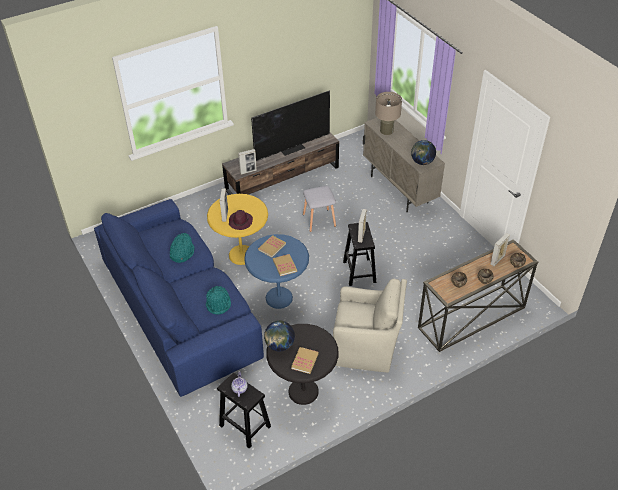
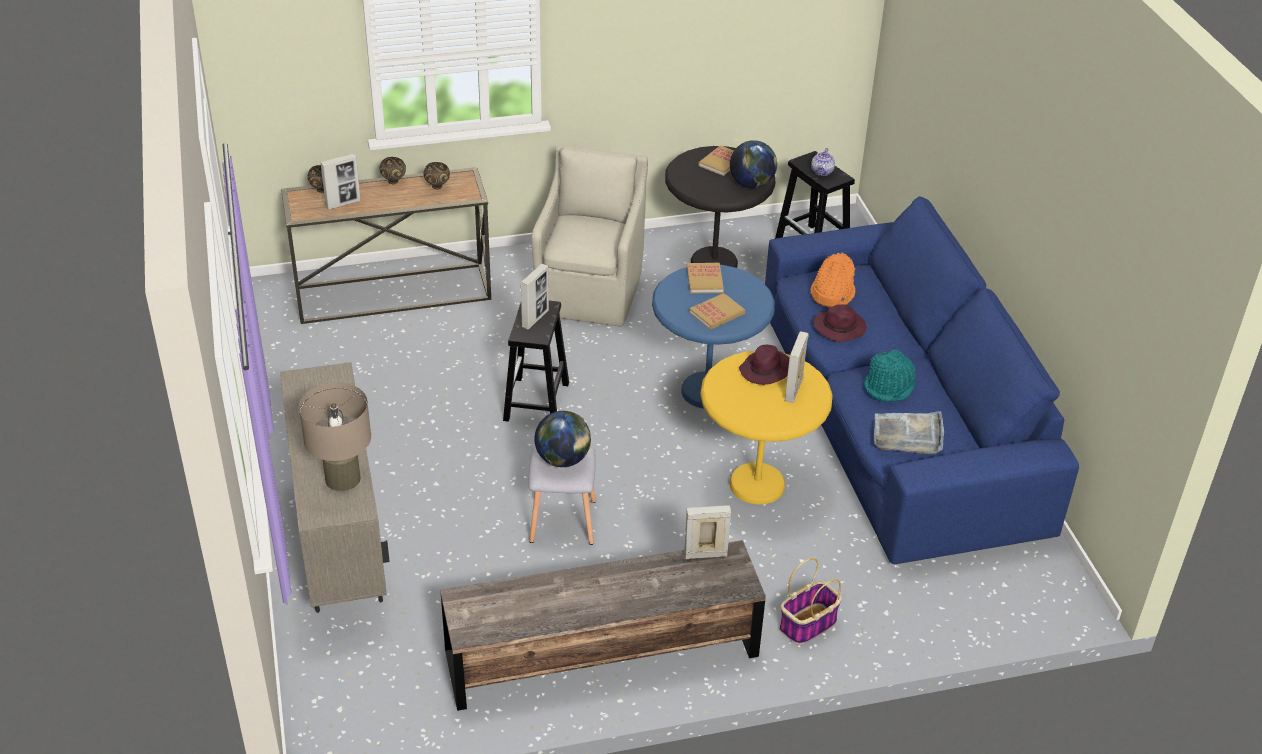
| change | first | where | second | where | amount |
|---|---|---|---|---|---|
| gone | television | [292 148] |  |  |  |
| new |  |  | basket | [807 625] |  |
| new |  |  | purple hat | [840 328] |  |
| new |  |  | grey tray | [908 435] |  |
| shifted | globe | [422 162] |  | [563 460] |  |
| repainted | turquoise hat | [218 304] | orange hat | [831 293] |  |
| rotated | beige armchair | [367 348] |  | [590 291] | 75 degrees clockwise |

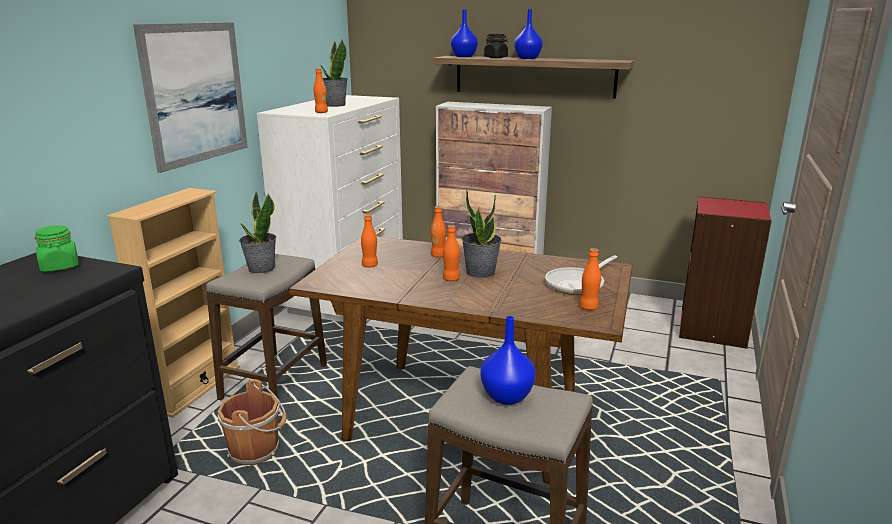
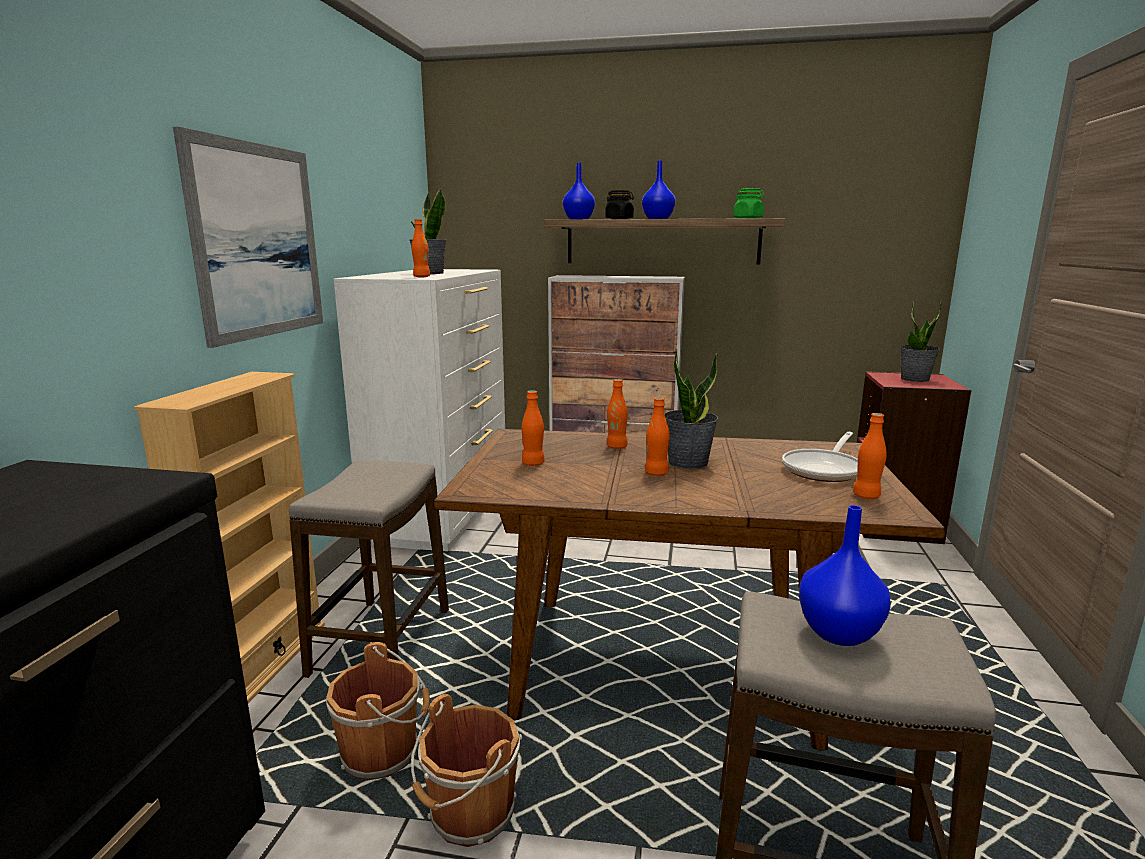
| change | first | where | second | where | amount |
|---|---|---|---|---|---|
| new |  |  | brown bucket | [469 815] |  |
| shifted | green jar | [60 267] |  | [748 218] |  |
| shifted | potted plant | [261 268] |  | [915 379] |  |

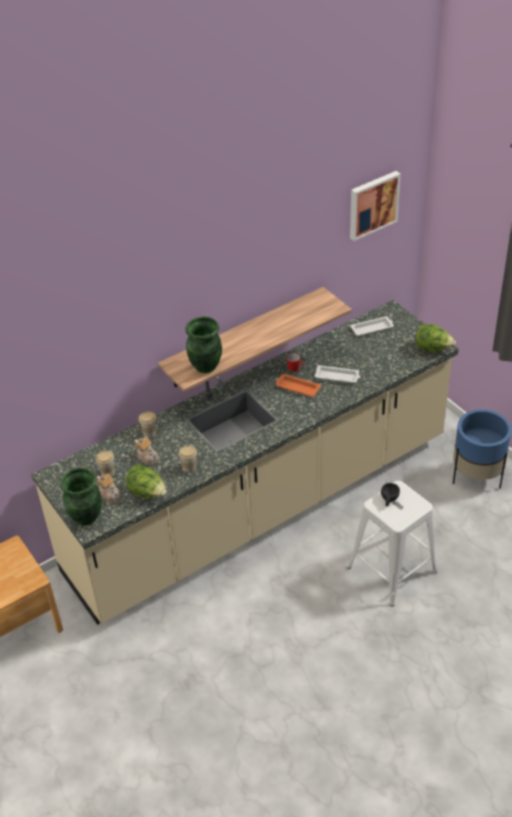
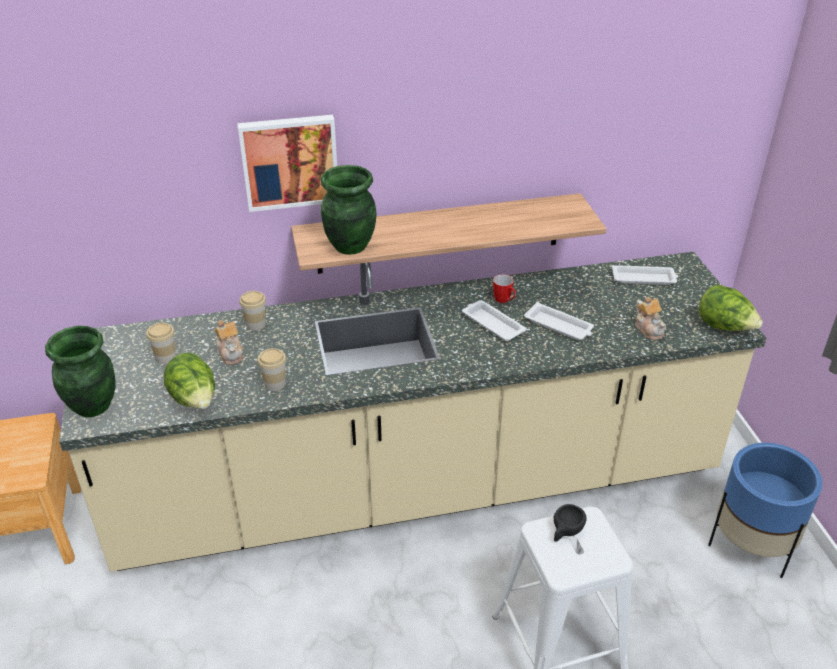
| change | first | where | second | where | amount |
|---|---|---|---|---|---|
| shifted | teapot | [110 494] |  | [649 329] |  |
| shifted | picture | [372 204] |  | [289 161] |  |
| repainted | orange tray | [297 387] | white tray | [492 324] |  |

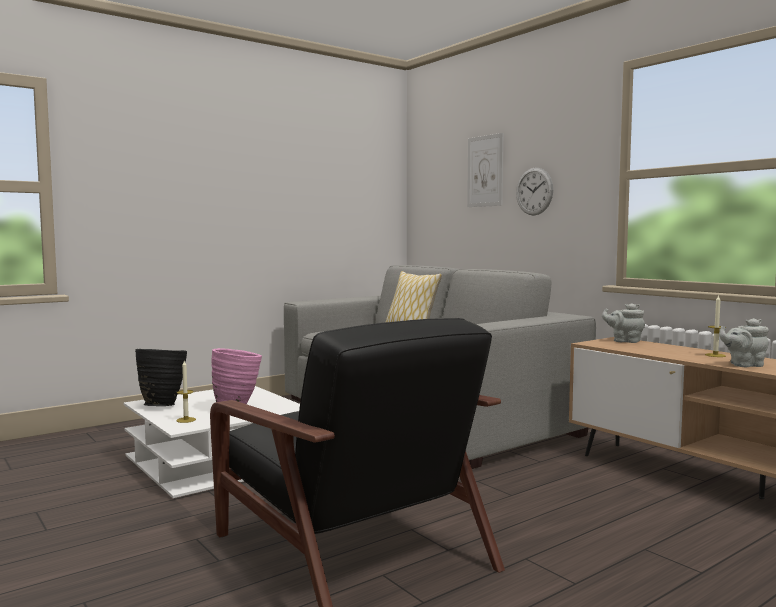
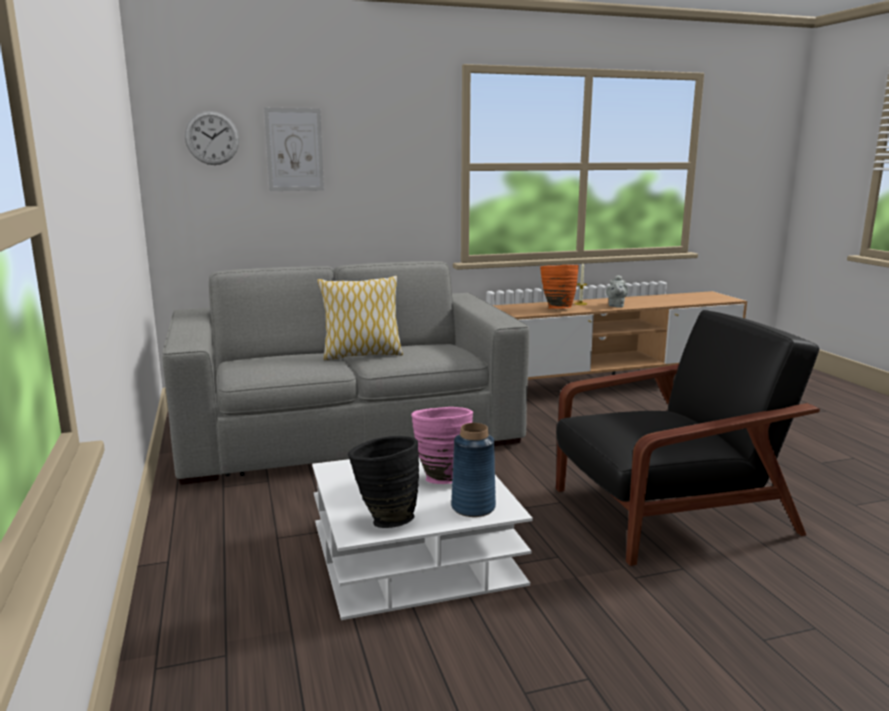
| change | first | where | second | where | amount |
|---|---|---|---|---|---|
| gone | grey teapot | [624 341] |  |  |  |
| new |  |  | orange vase | [557 308] |  |
| shifted | wall clock | [534 191] |  | [212 138] |  |
| swapped | candle | [186 420] | blue vase | [473 507] |  |

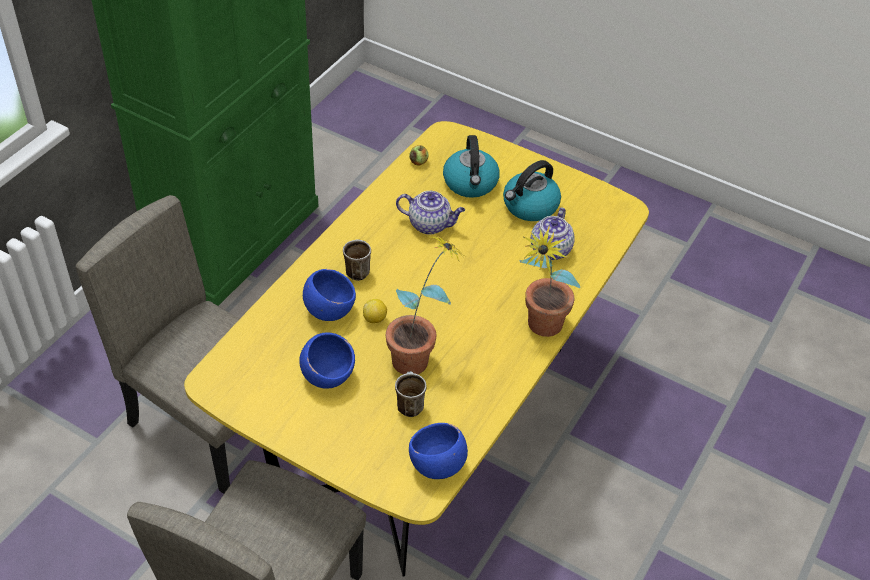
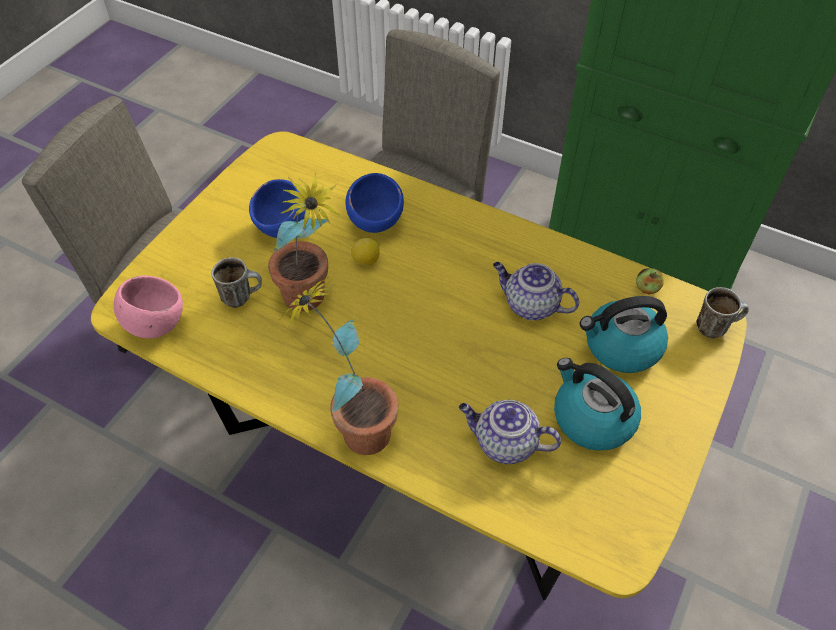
| change | first | where | second | where | amount |
|---|---|---|---|---|---|
| shifted | mug | [356 270] |  | [715 326] |  |
| repainted | blue bowl | [437 466] | pink bowl | [155 324] |  |
| rotated | teapot | [430 224] |  | [530 305] | 105 degrees clockwise |

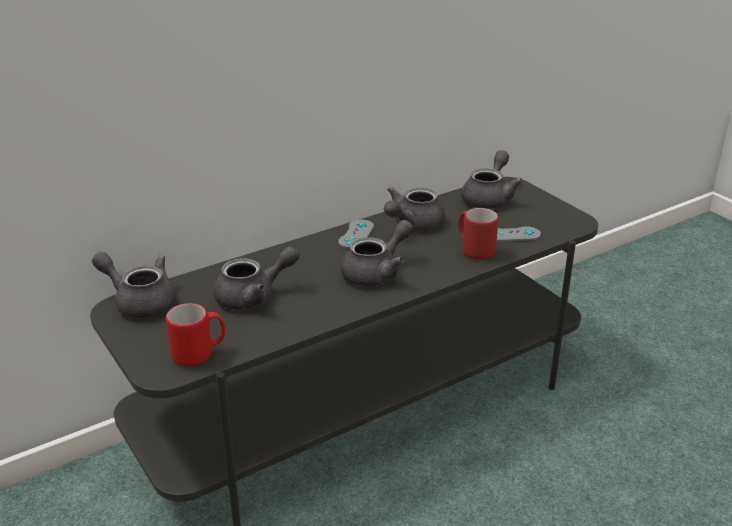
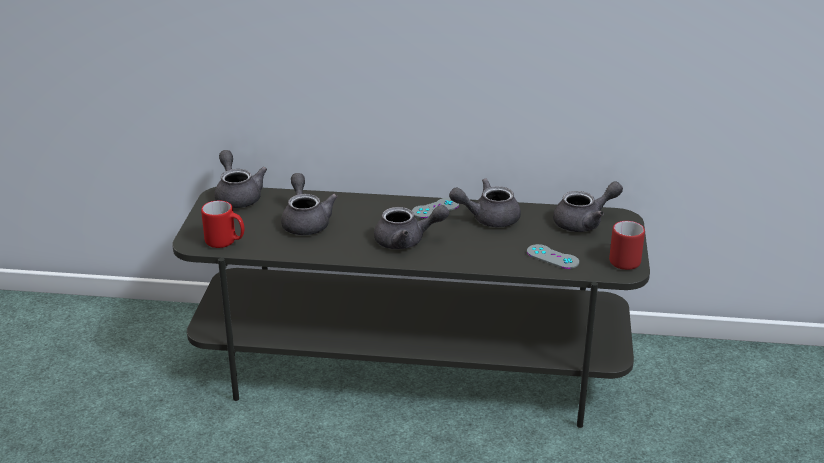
| change | first | where | second | where | amount |
|---|---|---|---|---|---|
| shifted | red mug | [474 250] |  | [624 259] |  |
| rotated | grey teapot | [254 296] |  | [305 222] | 120 degrees counterclockwise |

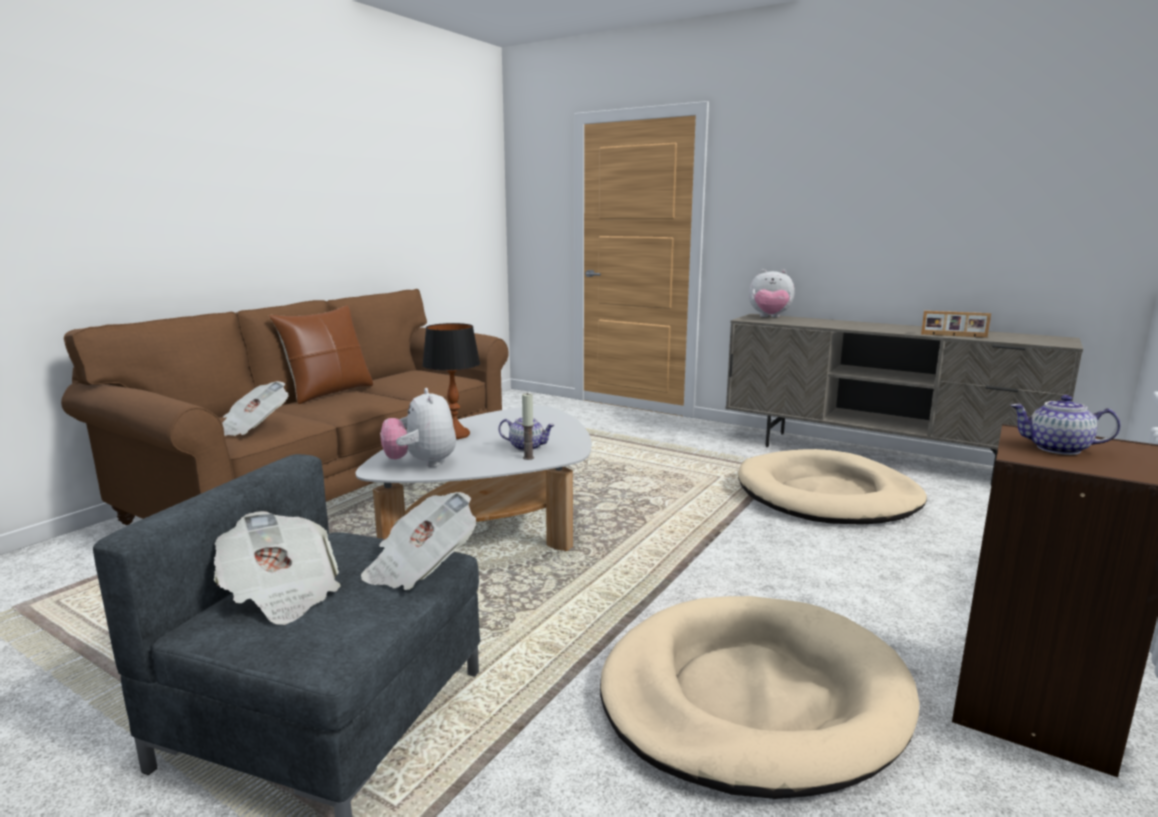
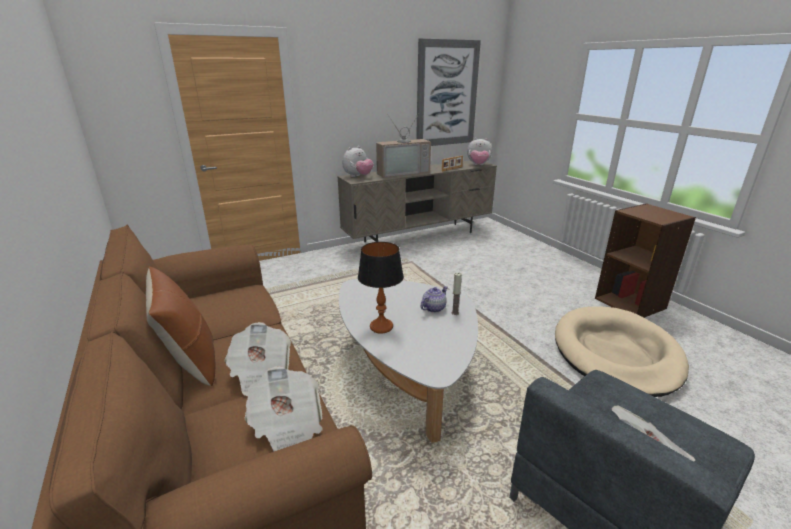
| change | first | where | second | where | amount |
|---|---|---|---|---|---|
| gone | beige dog bed | [827 495] |  |  |  |
| gone | teapot | [1057 449] |  |  |  |
| new |  |  | television | [402 172] |  |
| new |  |  | picture | [447 94] |  |
| shifted | newspaper | [420 568] |  | [260 372] |  |
| shifted | plush toy | [421 464] |  | [478 165] |  |

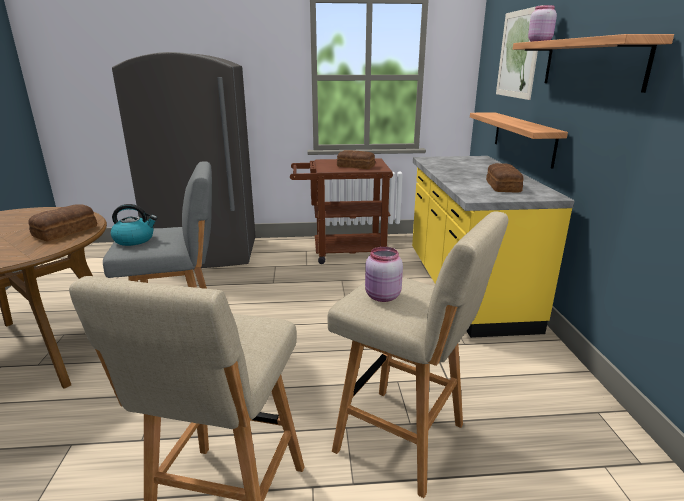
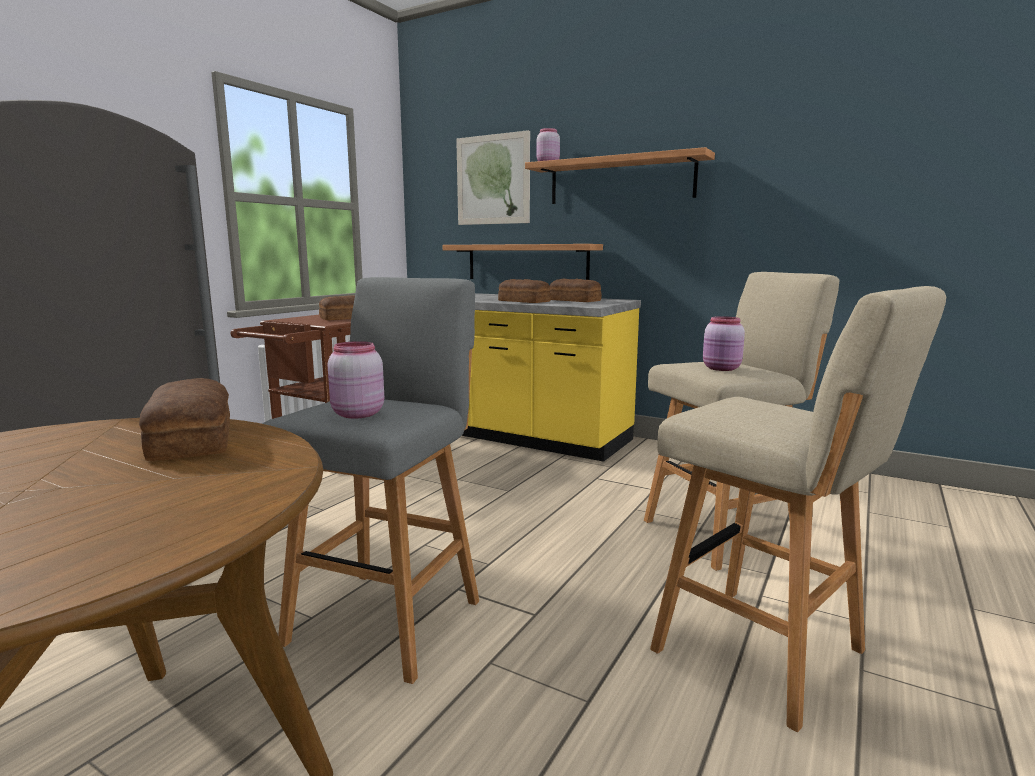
| change | first | where | second | where | amount |
|---|---|---|---|---|---|
| new |  |  | bread | [524 301] |  |
| swapped | kettle | [135 240] | pink jar | [356 414] |  |

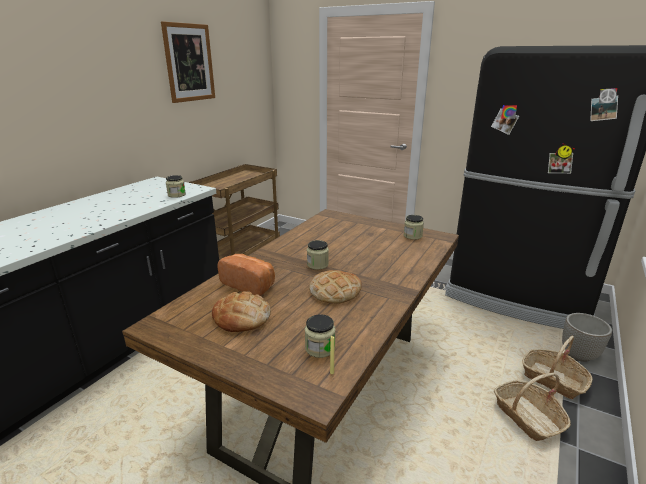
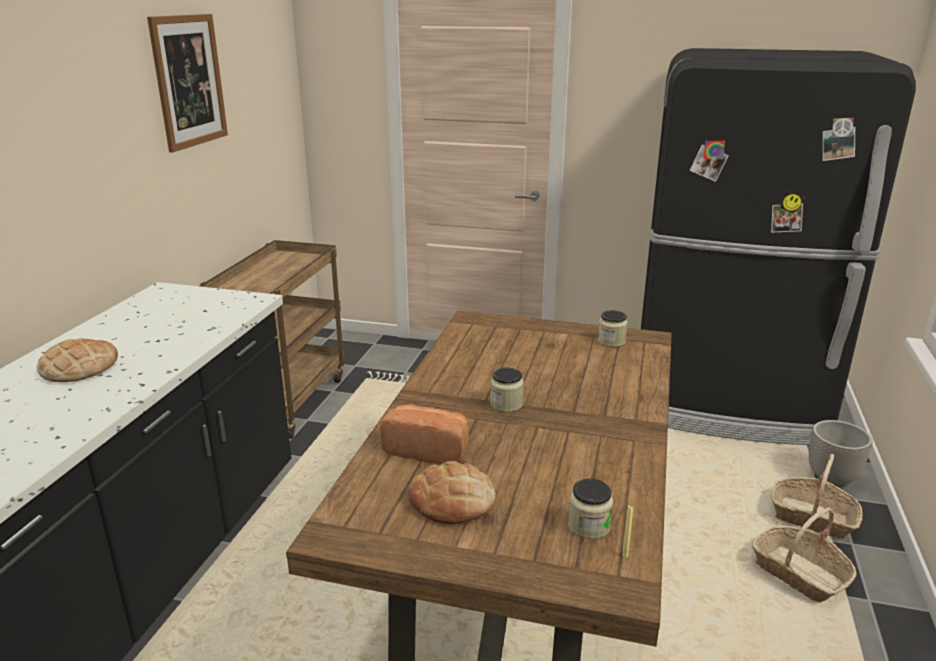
| change | first | where | second | where | amount |
|---|---|---|---|---|---|
| gone | jar | [176 195] |  |  |  |
| shifted | bread | [335 291] |  | [79 368] |  |

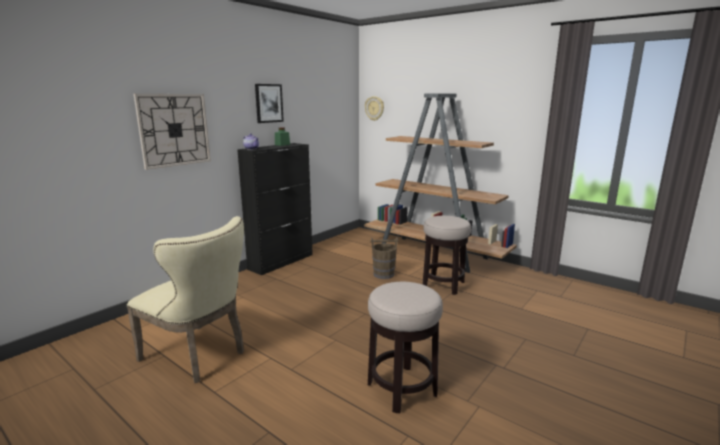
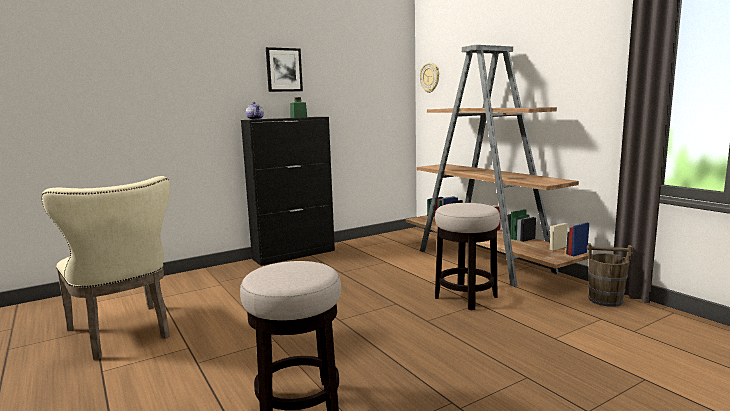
| change | first | where | second | where | amount |
|---|---|---|---|---|---|
| gone | wall clock | [174 130] |  |  |  |
| shifted | brown bucket | [383 274] |  | [605 300] |  |

